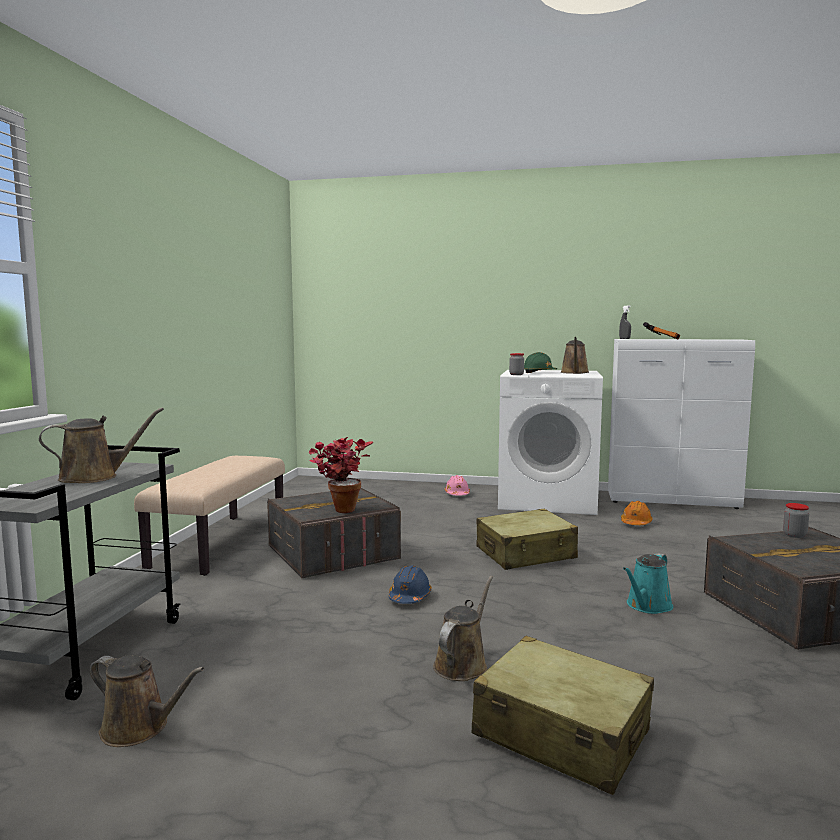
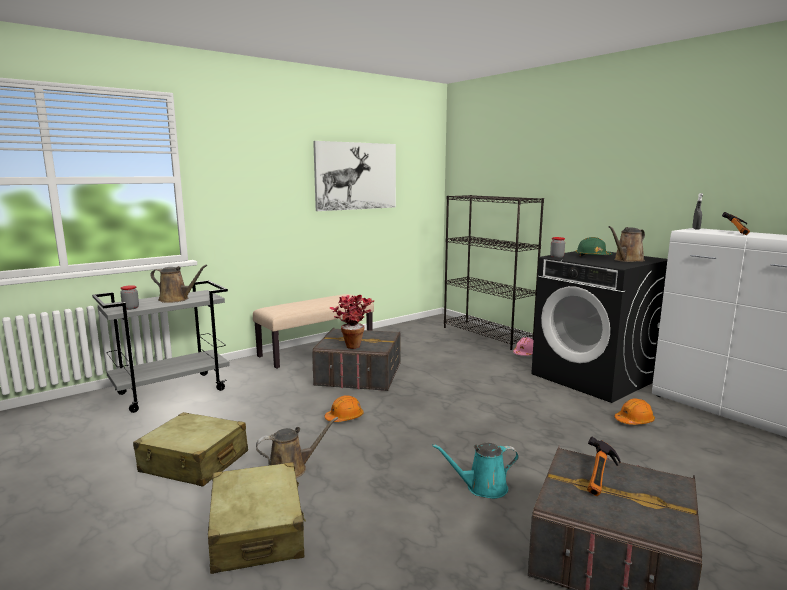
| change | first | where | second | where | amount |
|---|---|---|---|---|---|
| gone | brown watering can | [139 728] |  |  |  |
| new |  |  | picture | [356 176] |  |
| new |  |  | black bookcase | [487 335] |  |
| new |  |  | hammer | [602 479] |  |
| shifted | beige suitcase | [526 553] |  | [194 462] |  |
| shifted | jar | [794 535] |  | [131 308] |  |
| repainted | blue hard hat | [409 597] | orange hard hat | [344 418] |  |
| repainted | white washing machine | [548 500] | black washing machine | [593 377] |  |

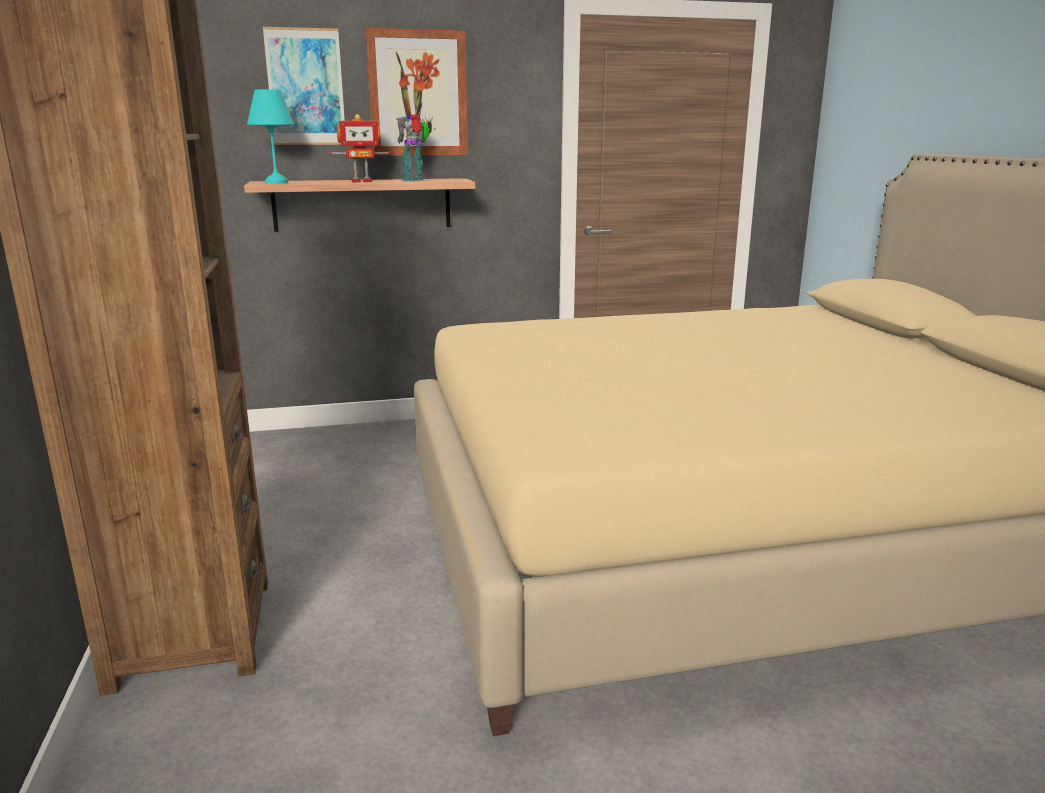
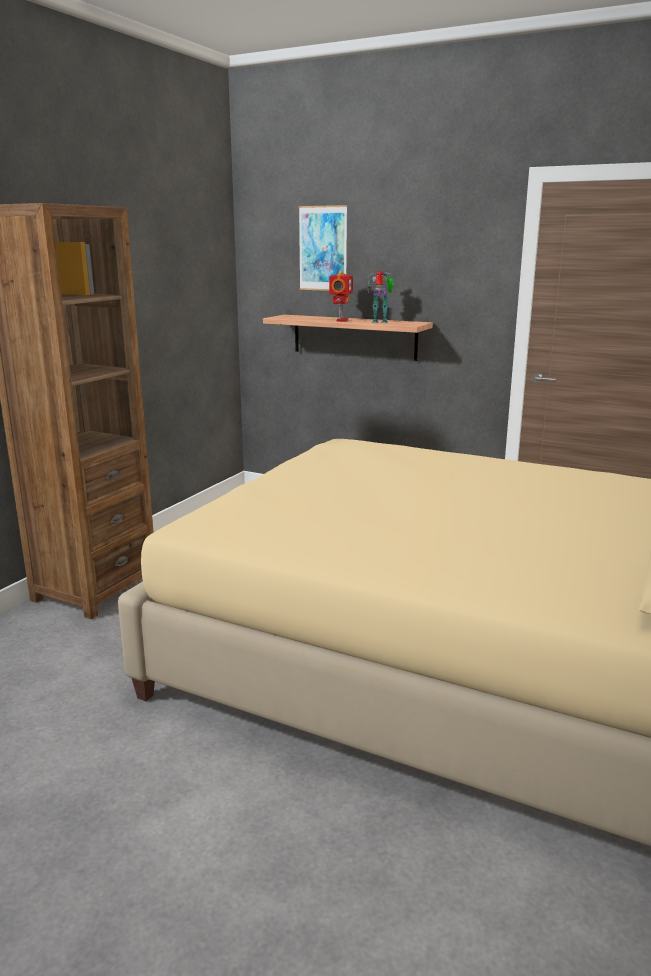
| change | first | where | second | where | amount |
|---|---|---|---|---|---|
| gone | turquoise table lamp | [276 182] |  |  |  |
| gone | picture | [418 94] |  |  |  |
| rotated | toy robot | [361 181] |  | [341 320] | 105 degrees counterclockwise |

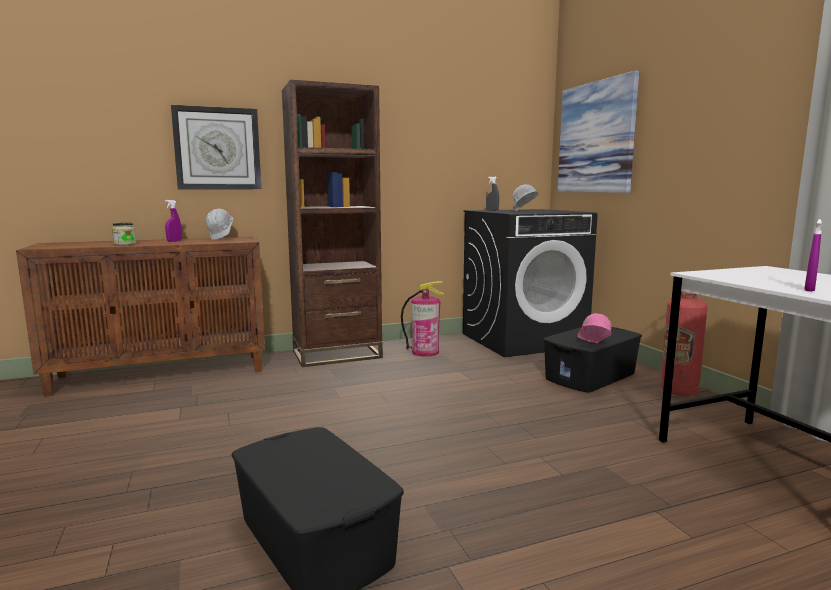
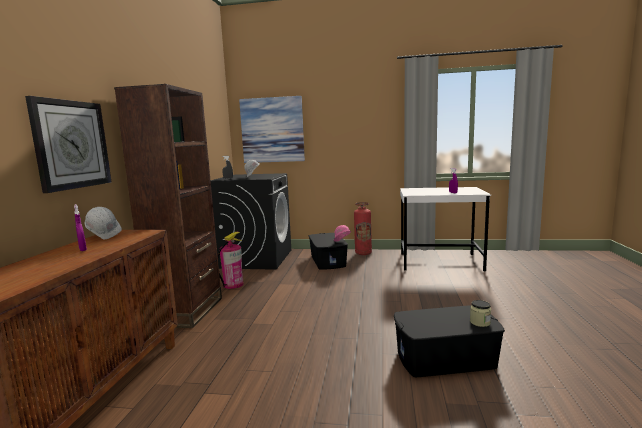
| change | first | where | second | where | amount |
|---|---|---|---|---|---|
| shifted | jar | [125 244] |  | [480 322] |  |

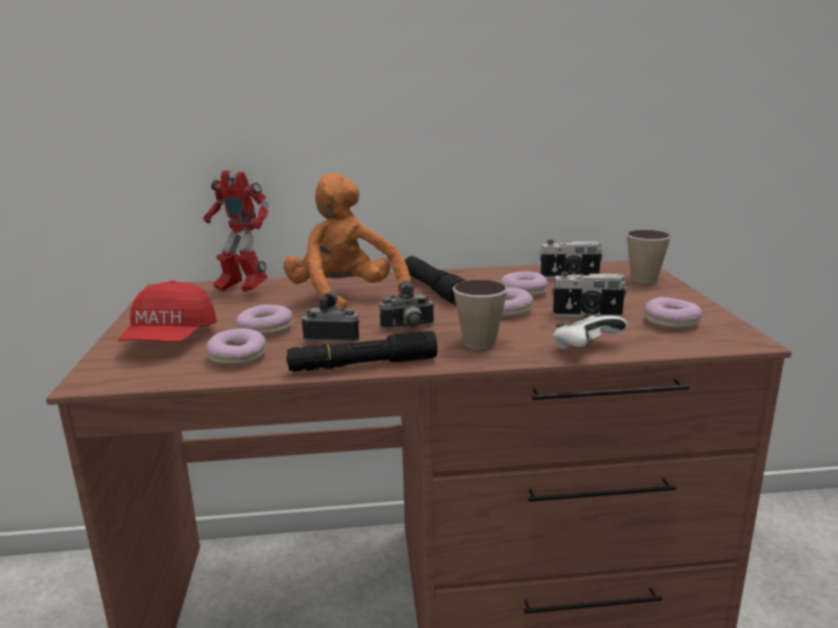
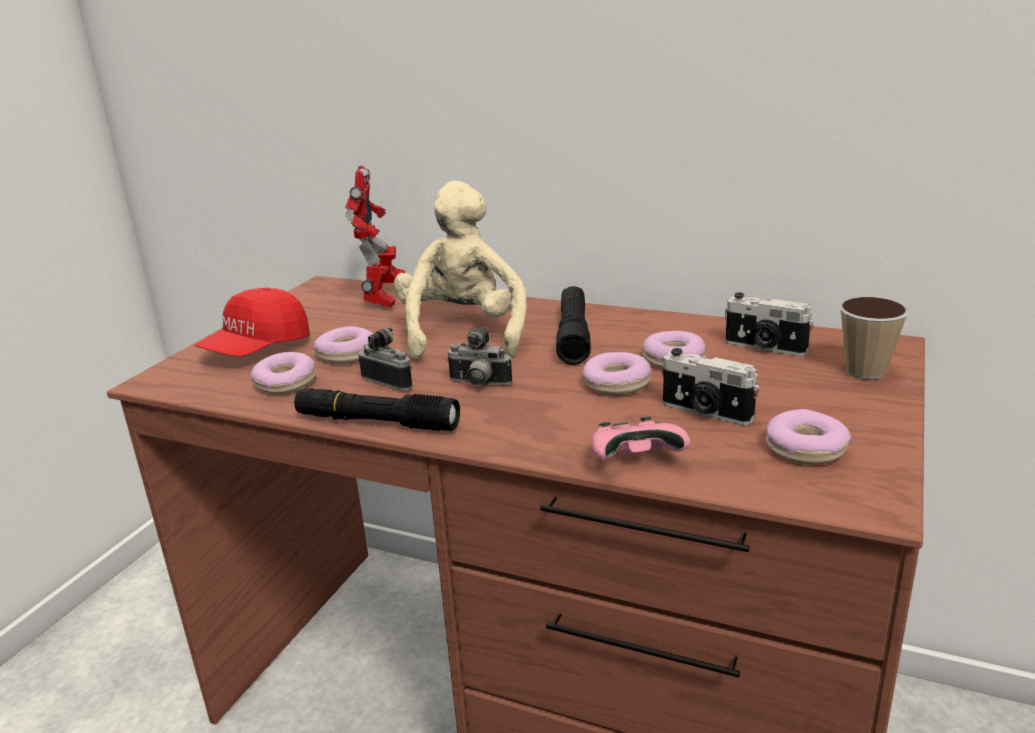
| change | first | where | second | where | amount |
|---|---|---|---|---|---|
| gone | cup | [479 343] |  |  |  |
| repainted | orange plush toy | [346 301] | beige plush toy | [463 333] |  |
| repainted | white game controller | [585 348] | pink game controller | [636 461] |  |
| rotated | toy robot | [241 290] |  | [383 299] | 150 degrees counterclockwise |

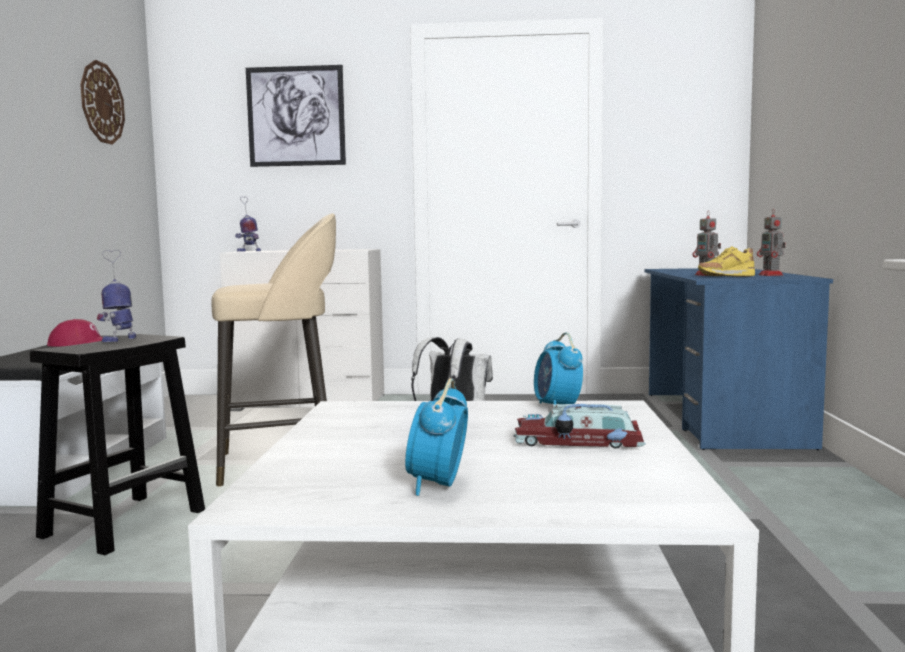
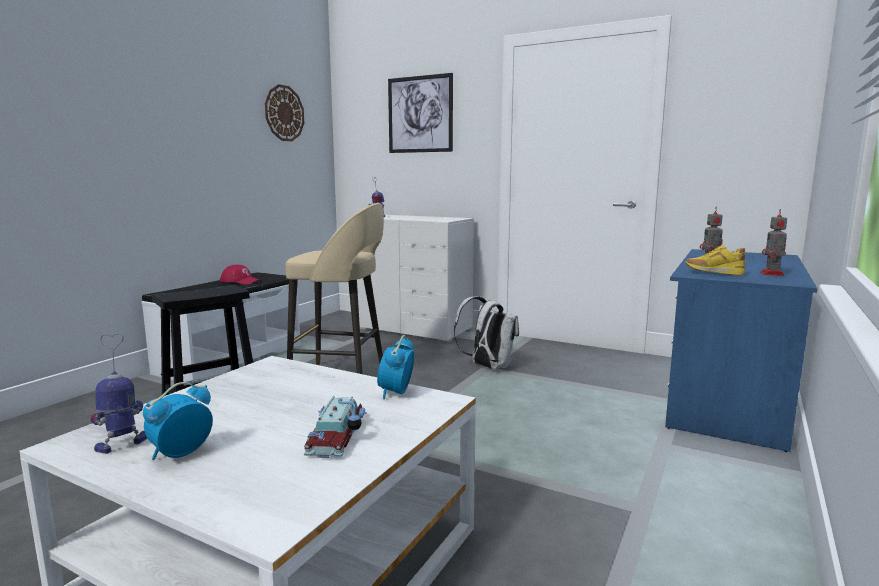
| change | first | where | second | where | amount |
|---|---|---|---|---|---|
| shifted | toy robot | [121 339] |  | [123 444] |  |
| rotated | toy car | [579 443] |  | [338 434] | 120 degrees counterclockwise |

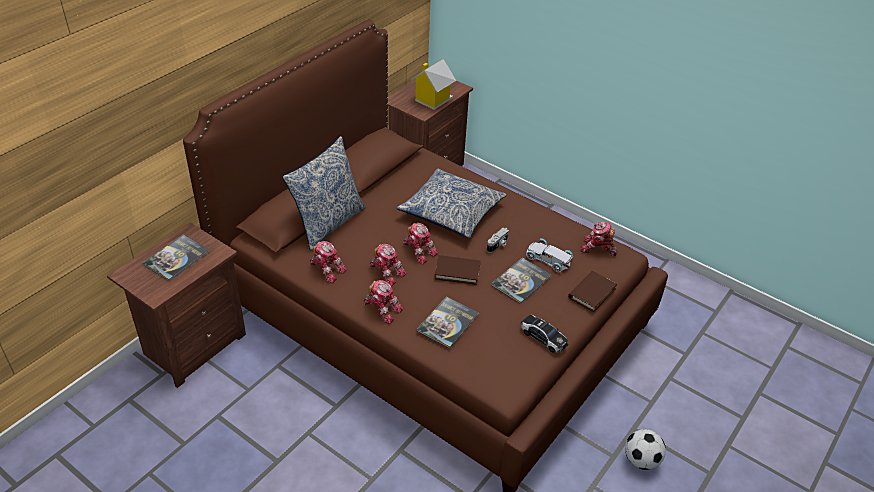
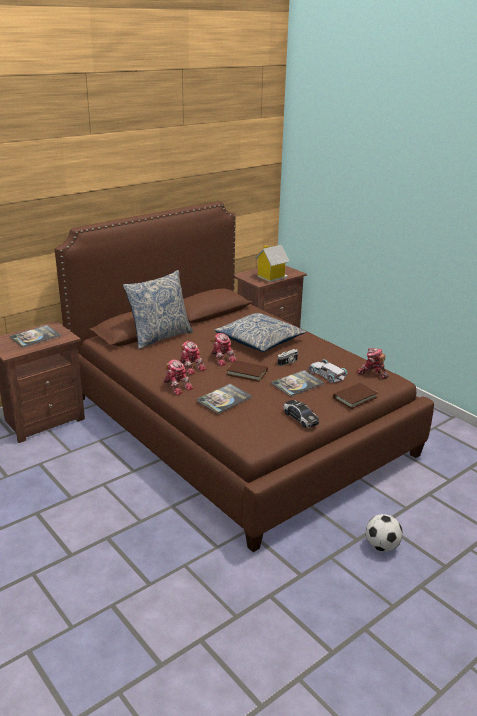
| change | first | where | second | where | amount |
|---|---|---|---|---|---|
| gone | toy robot | [327 269] |  |  |  |

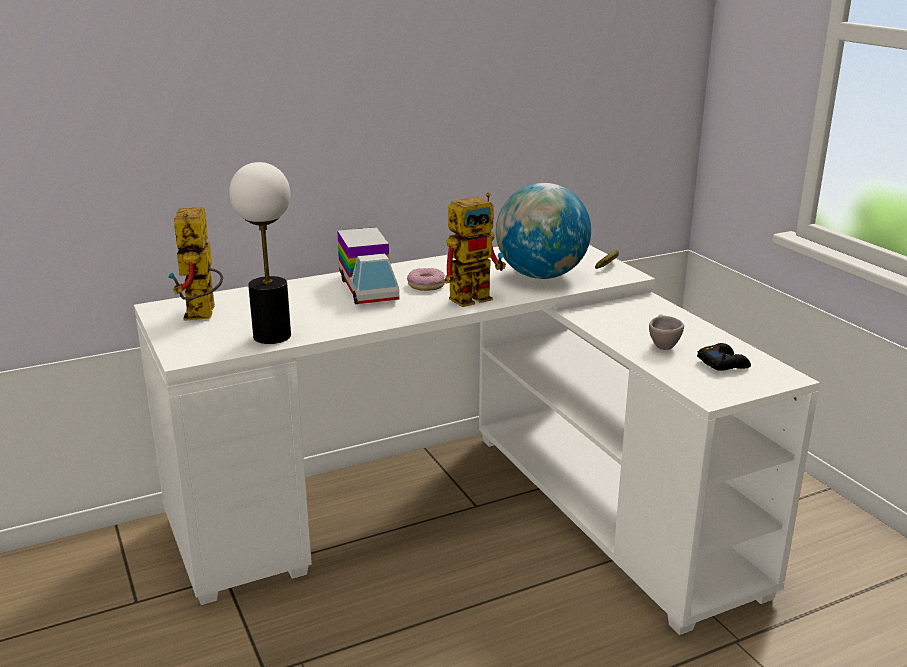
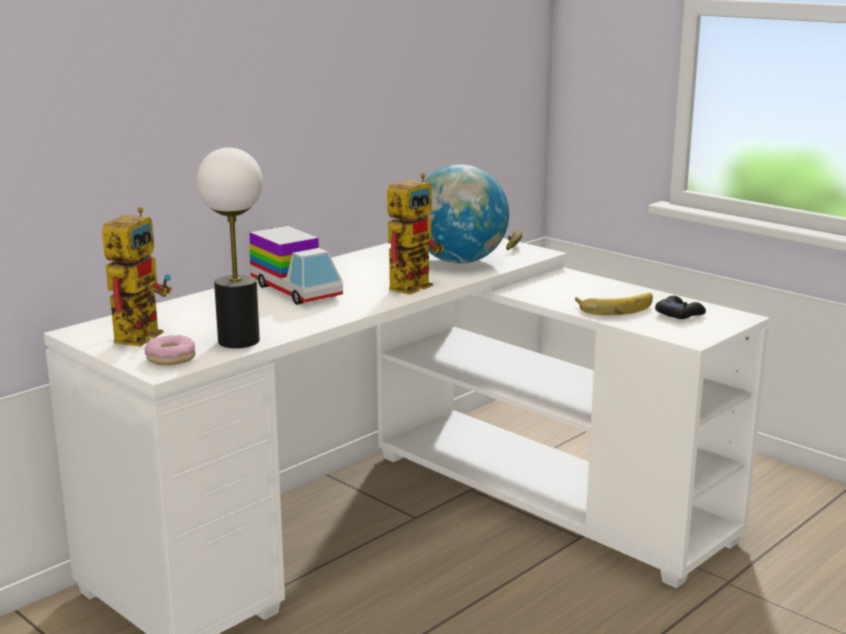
| change | first | where | second | where | amount |
|---|---|---|---|---|---|
| shifted | donut | [426 285] |  | [171 358] |  |
| swapped | beige cup | [662 345] | banana | [614 307] |  |
| rotated | toy robot | [203 316] |  | [140 333] | 135 degrees counterclockwise |

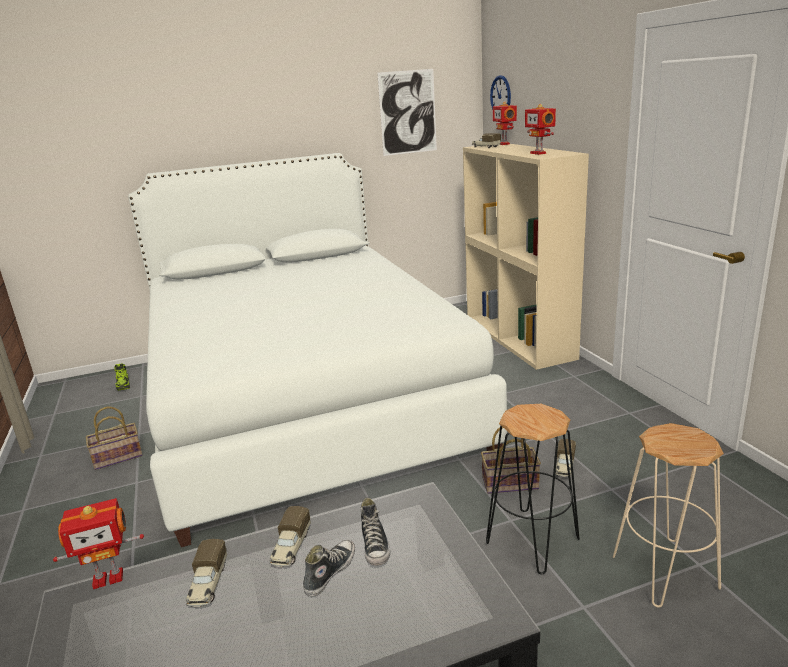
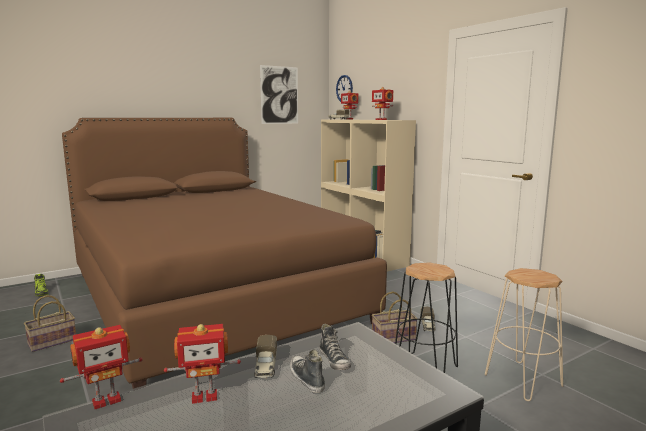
| change | first | where | second | where | amount |
|---|---|---|---|---|---|
| swapped | toy truck | [208 585] | toy robot | [204 396] |  |
| repainted | white bed | [303 401] | brown bed | [210 297] |  |
| rotated | shoe | [330 572] |  | [306 378] | 45 degrees counterclockwise |

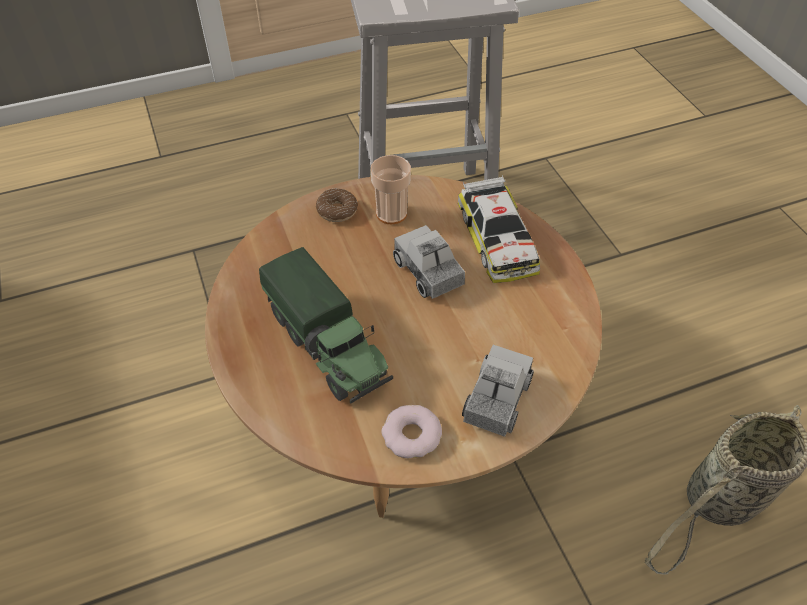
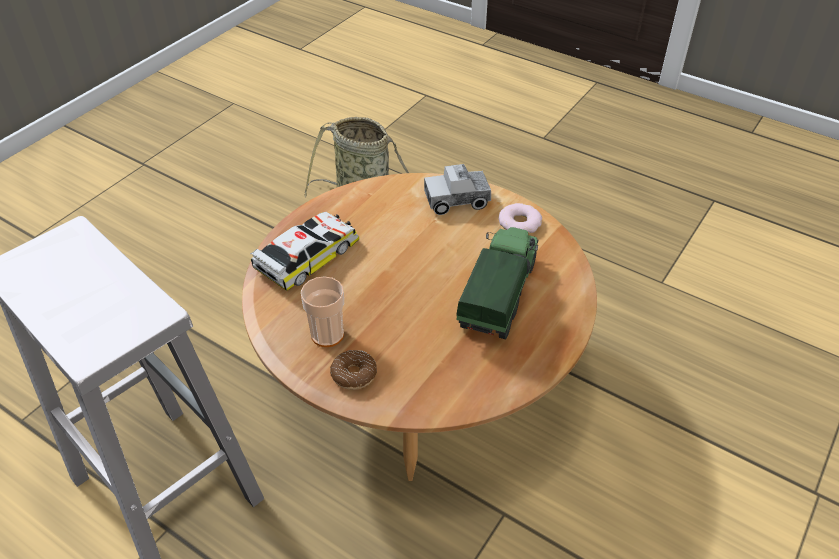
| change | first | where | second | where | amount |
|---|---|---|---|---|---|
| gone | toy truck | [428 272] |  |  |  |

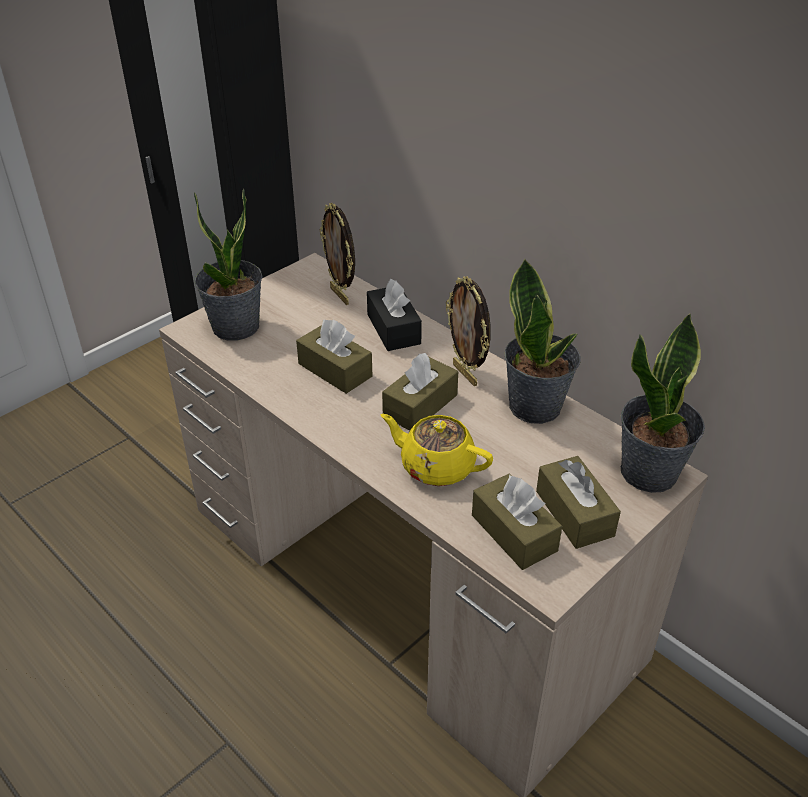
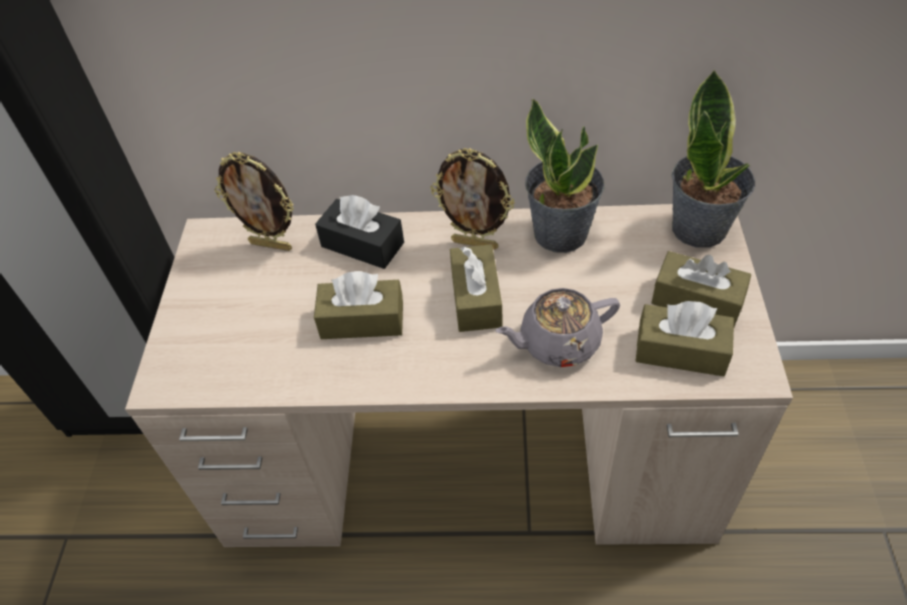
| change | first | where | second | where | amount |
|---|---|---|---|---|---|
| gone | potted plant | [236 327] |  |  |  |
| repainted | yellow teapot | [436 466] | grey teapot | [558 342] |  |

